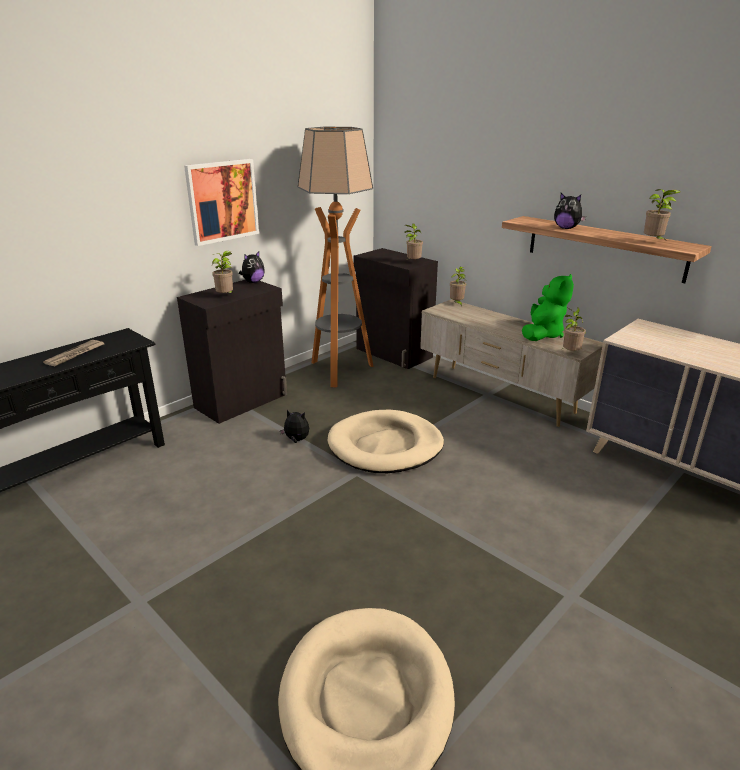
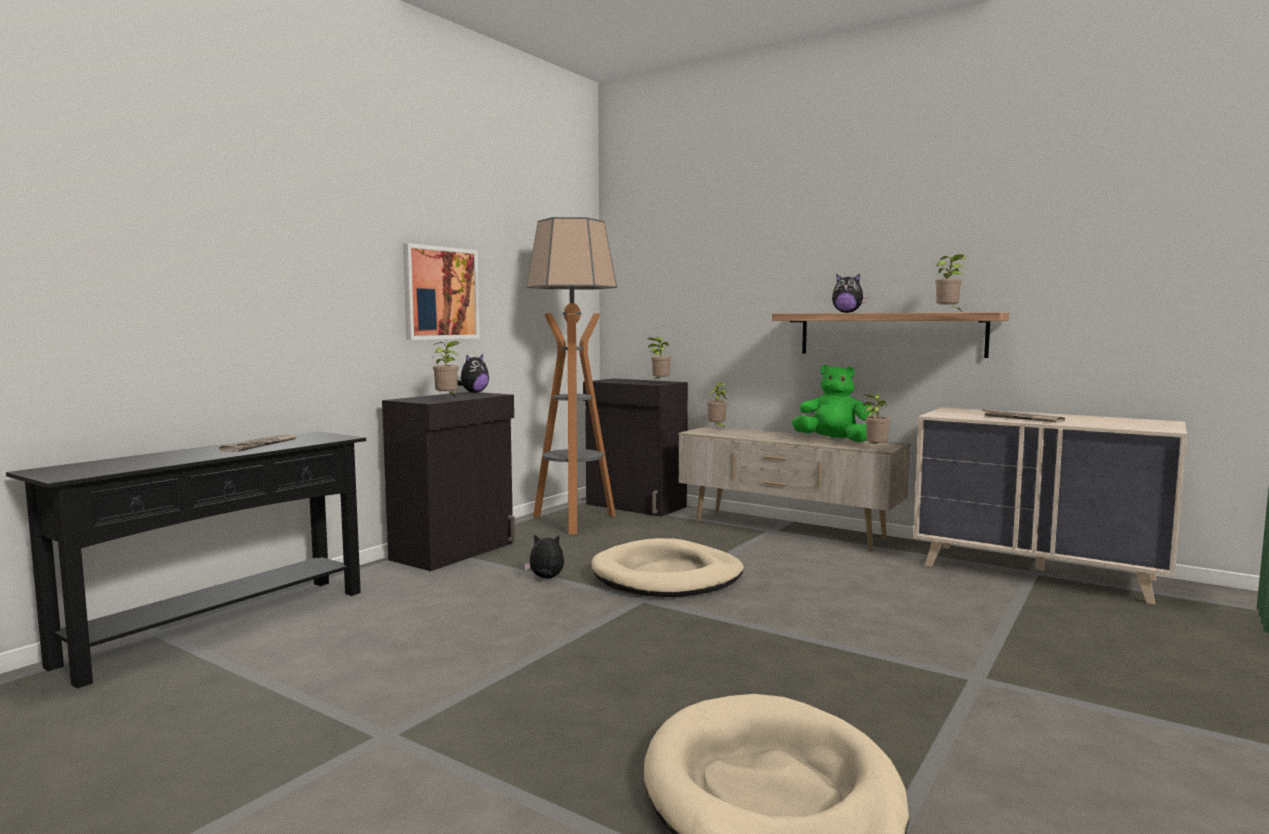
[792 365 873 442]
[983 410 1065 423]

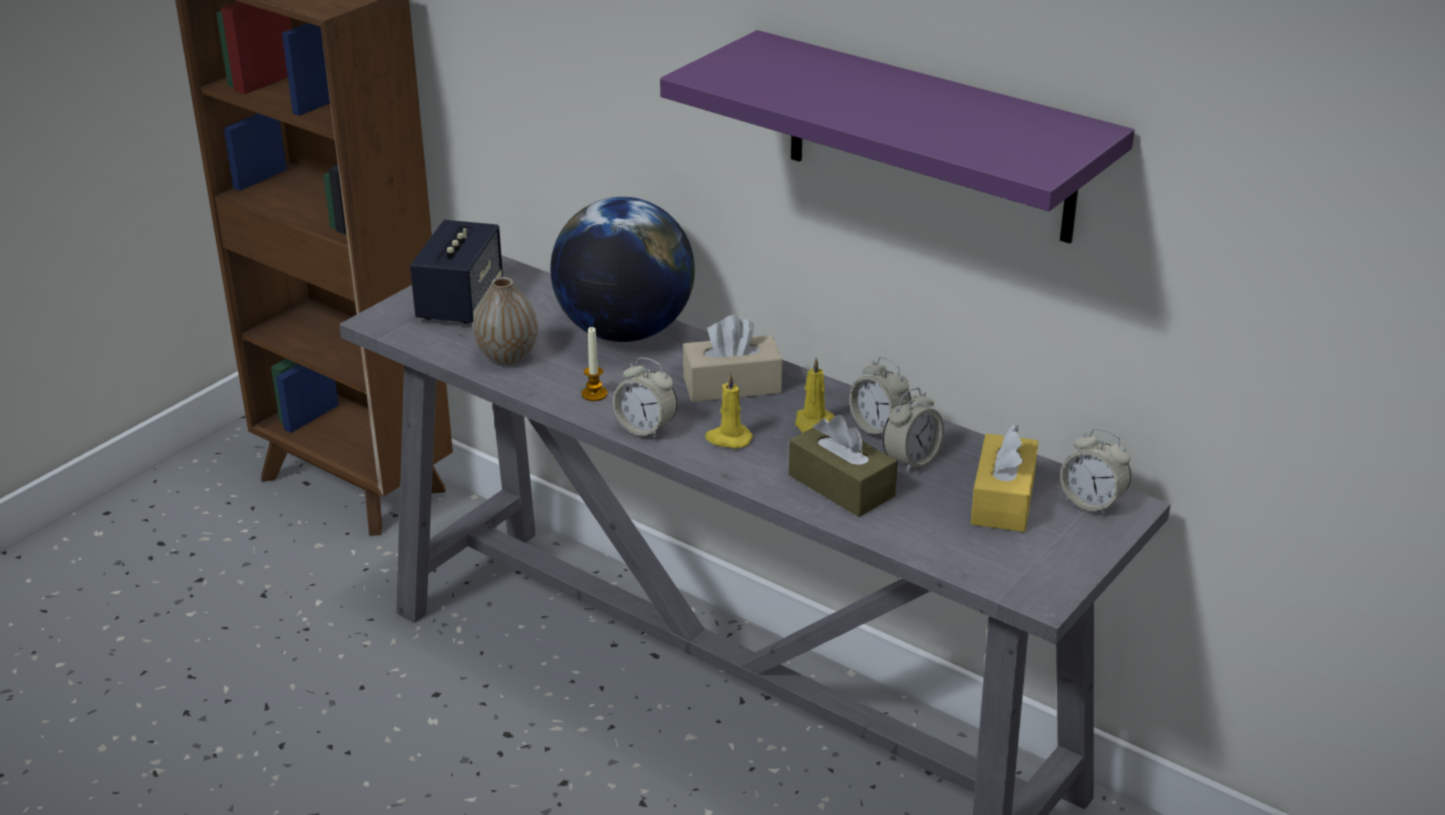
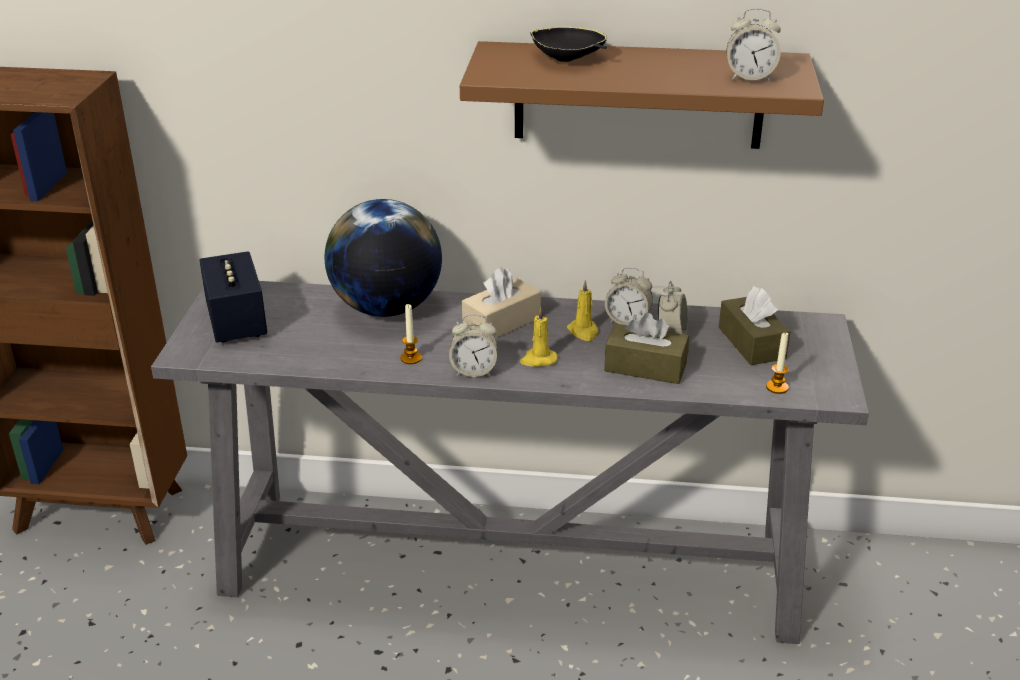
[460 41 824 149]
[530 27 607 62]
[719 286 790 365]
[727 8 781 81]
[766 332 789 394]
[473 277 538 365] (first image)

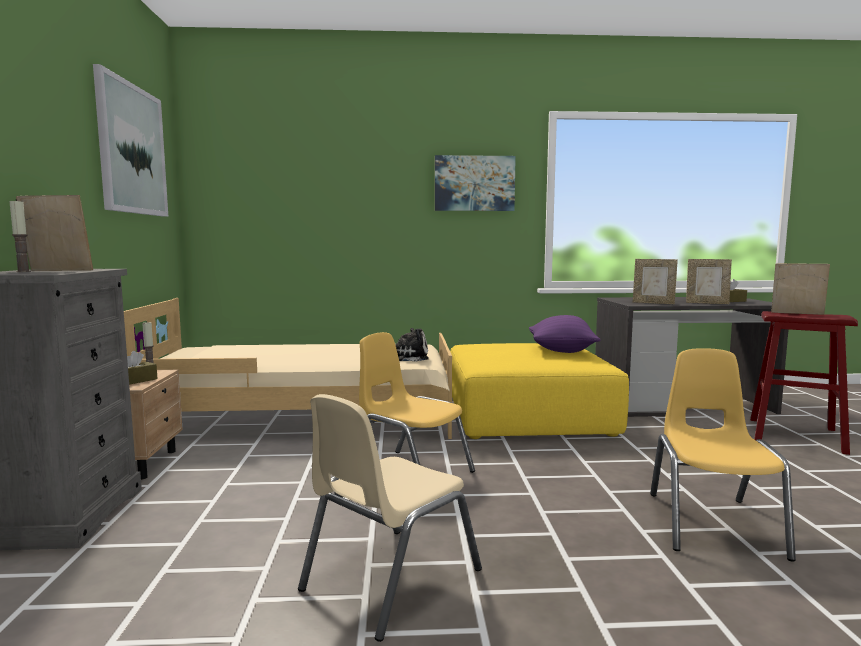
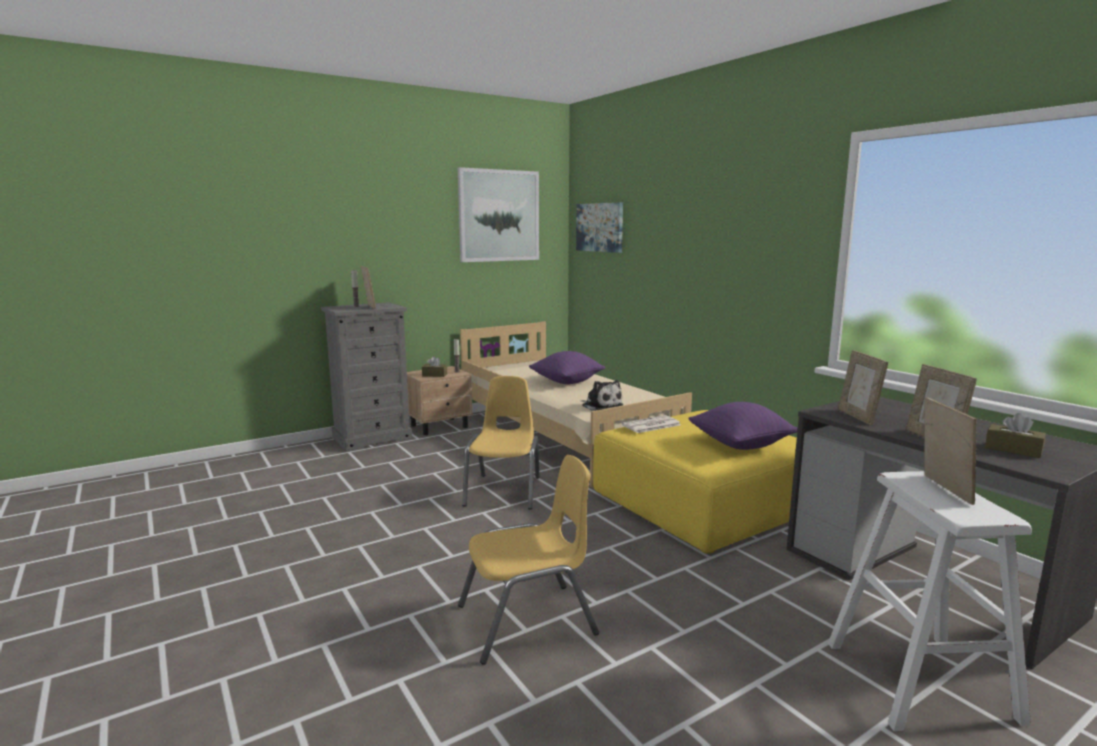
[529 351 605 384]
[576 202 623 253]
[621 415 680 433]
[828 471 1032 731]
[298 394 482 642] (first image)

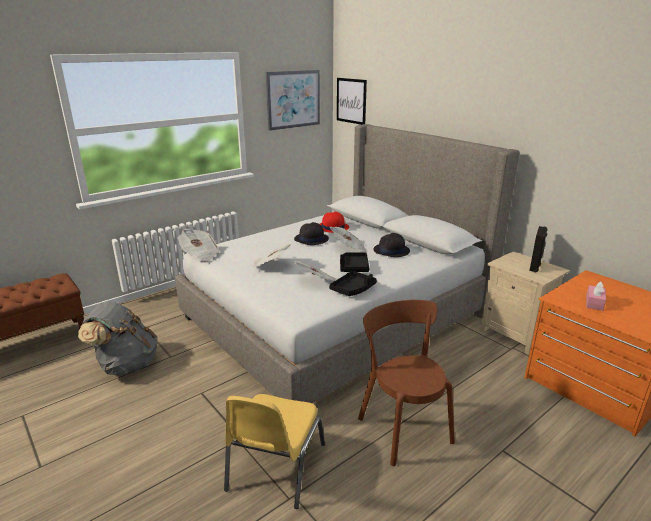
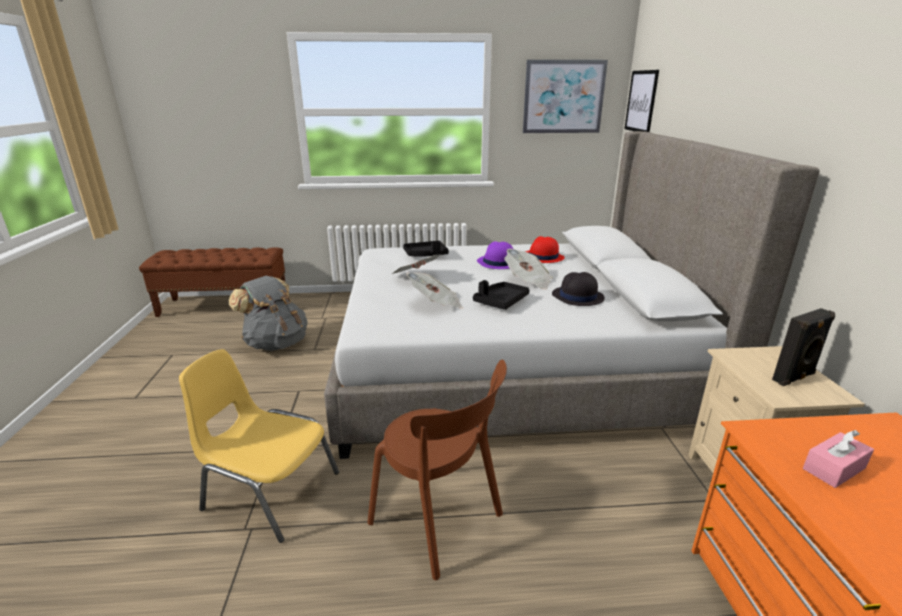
[179 349 339 543]
[367 359 507 580]
[403 241 449 257]
[477 241 513 269]
[177 229 220 261] (first image)

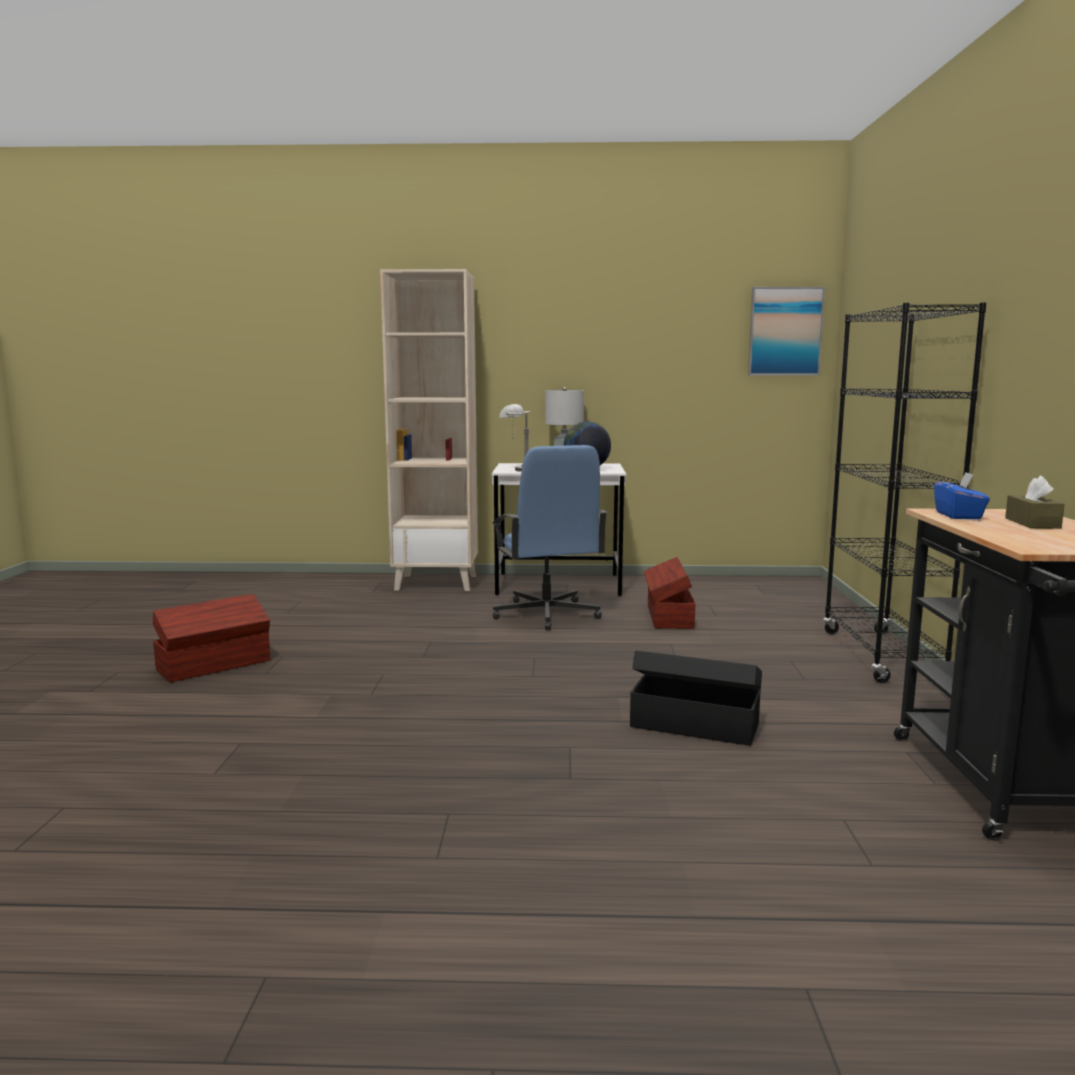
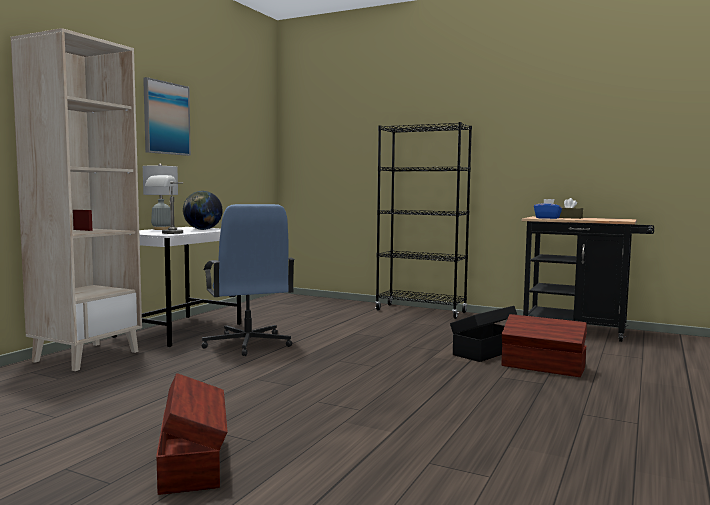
[143 77 191 156]
[202 204 295 356]
[502 314 587 377]

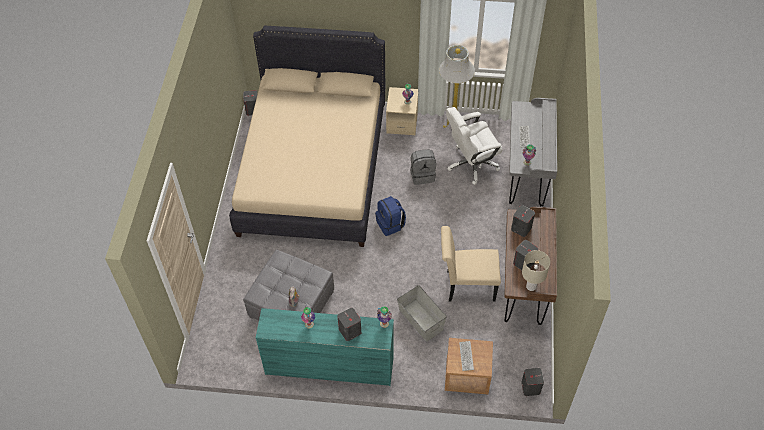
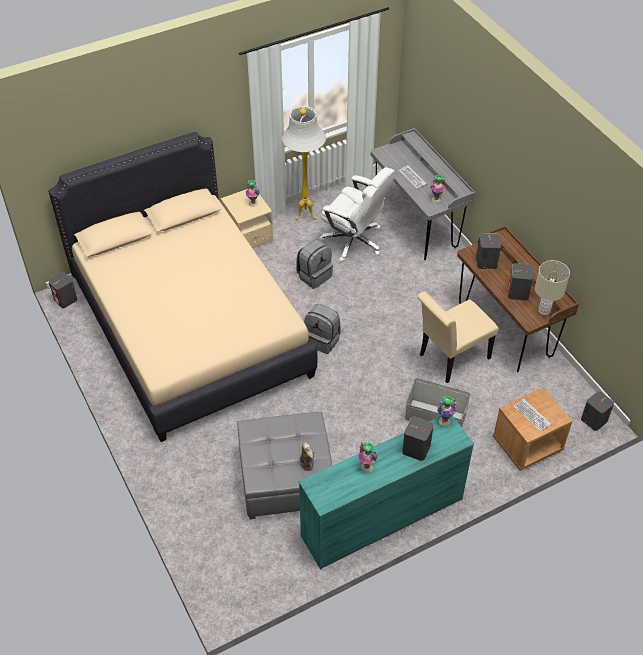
[304 304 341 354]
[320 167 395 262]

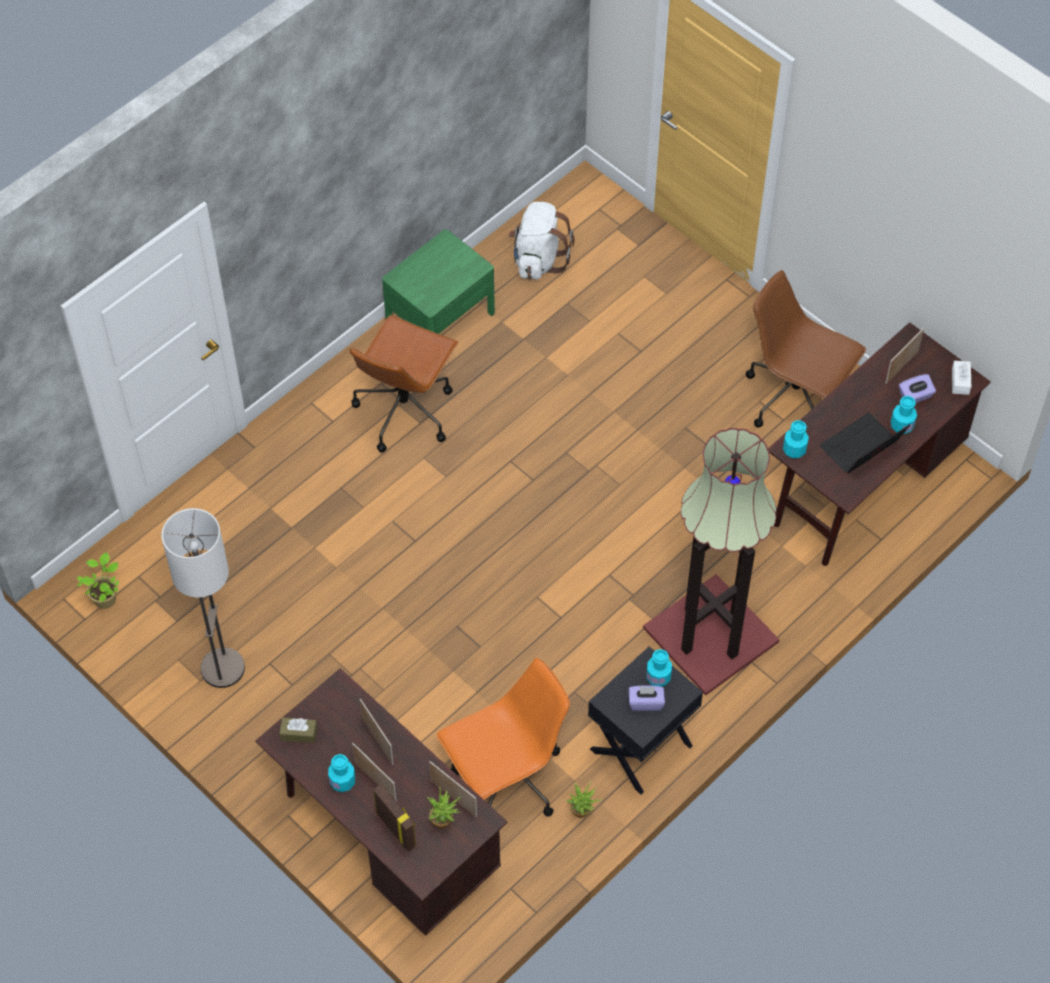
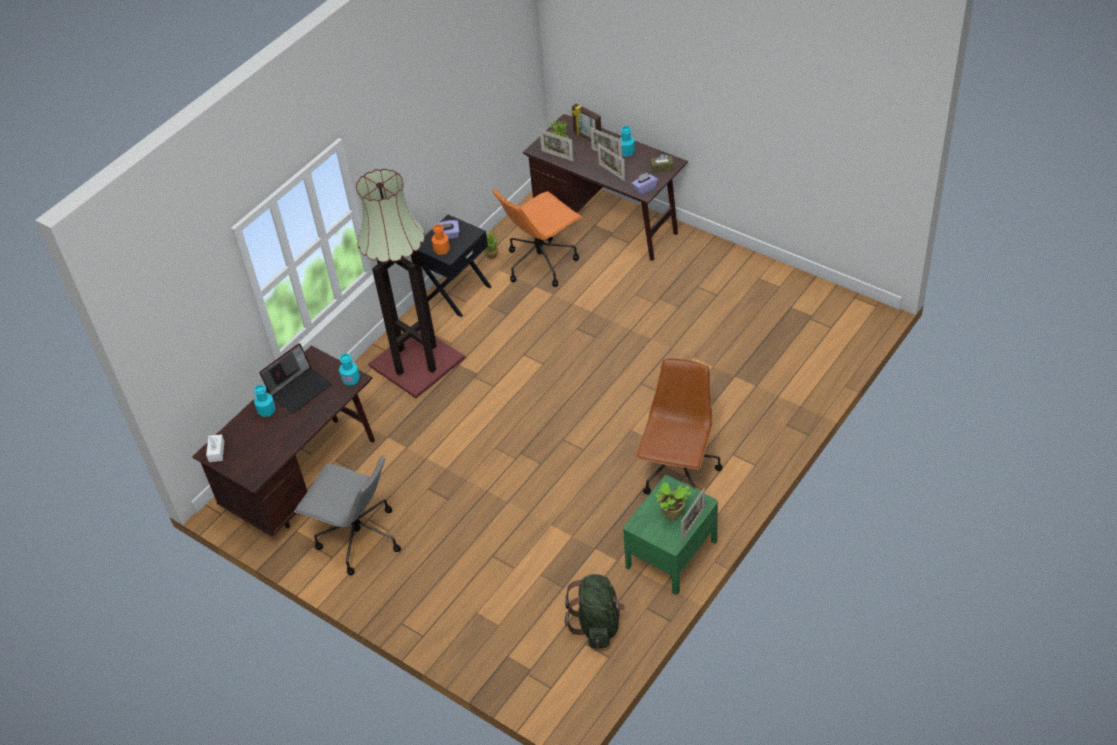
[294 455 401 575]
[432 224 450 255]
[565 574 625 649]
[632 173 658 195]
[655 482 692 520]
[681 488 705 541]
[161 508 245 688] (first image)

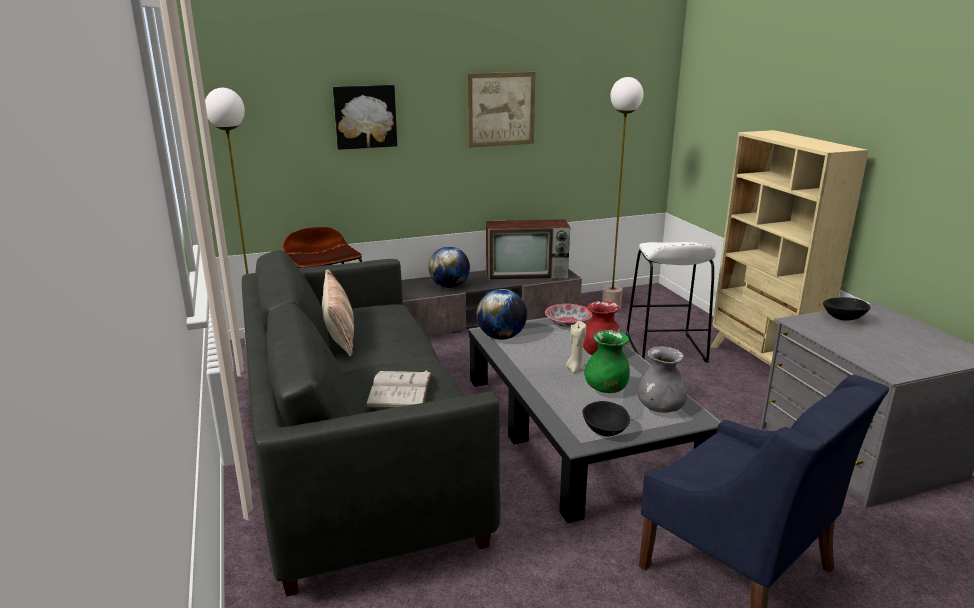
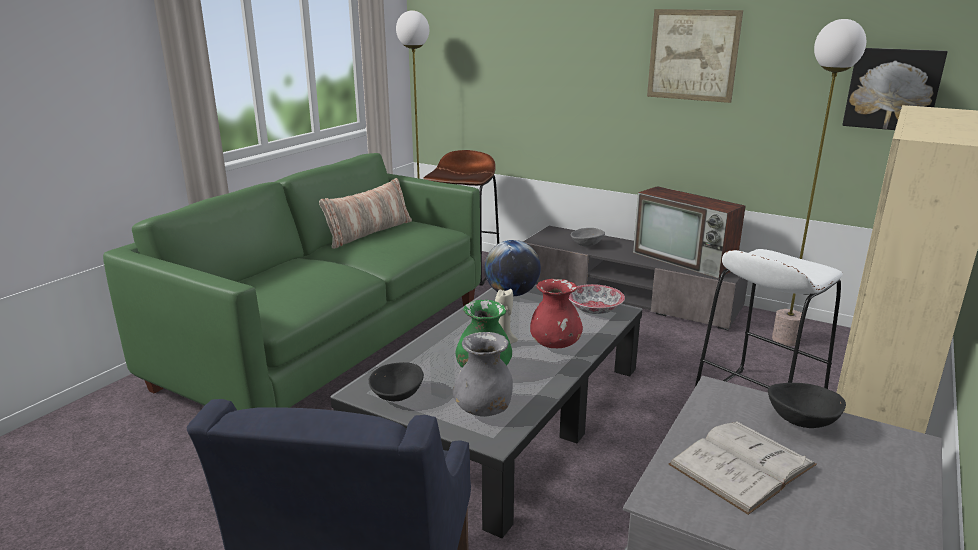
[103 153 481 410]
[571 228 605 247]
[668 422 817 515]
[842 48 947 130]

